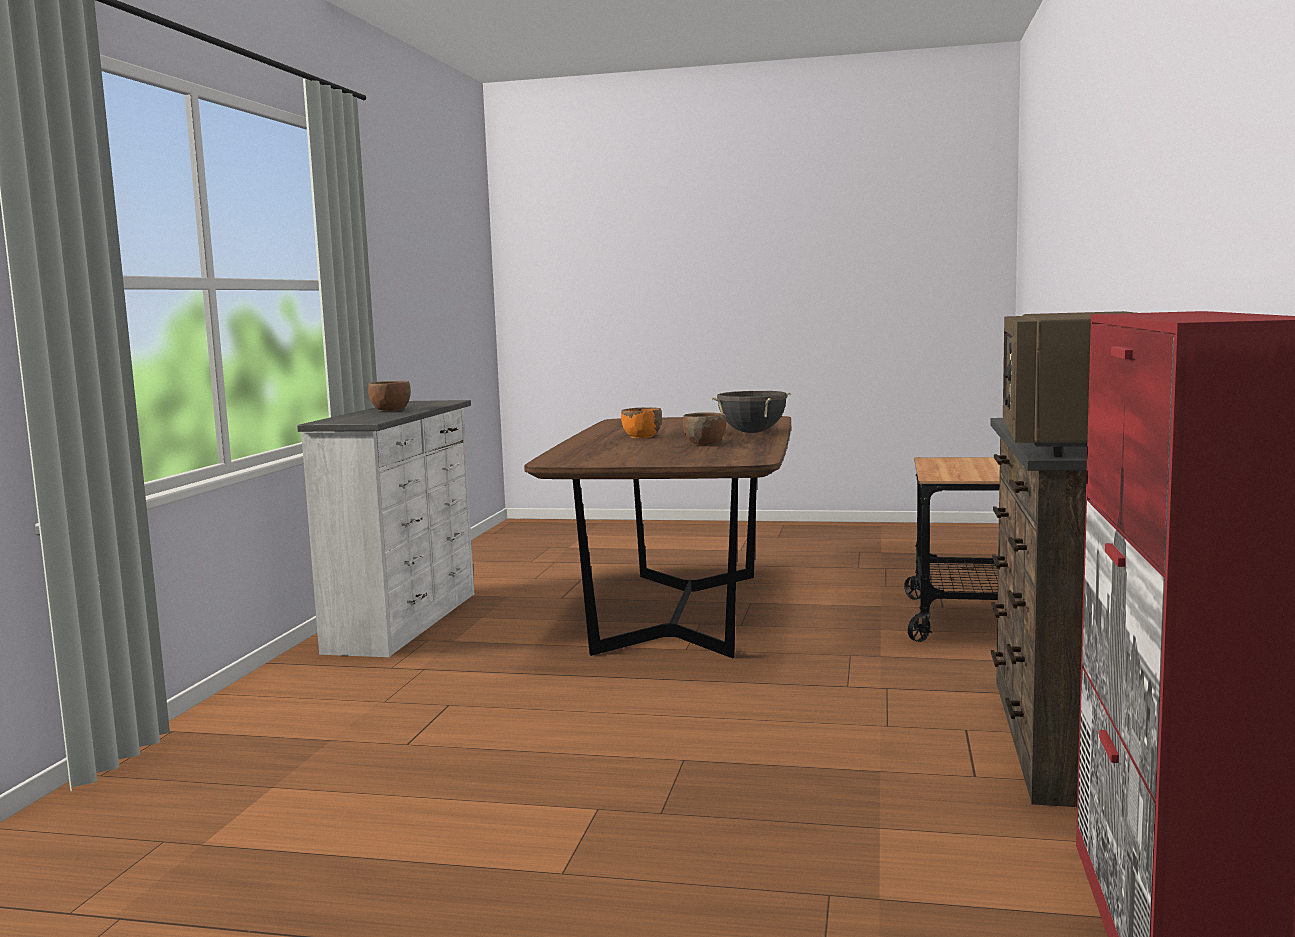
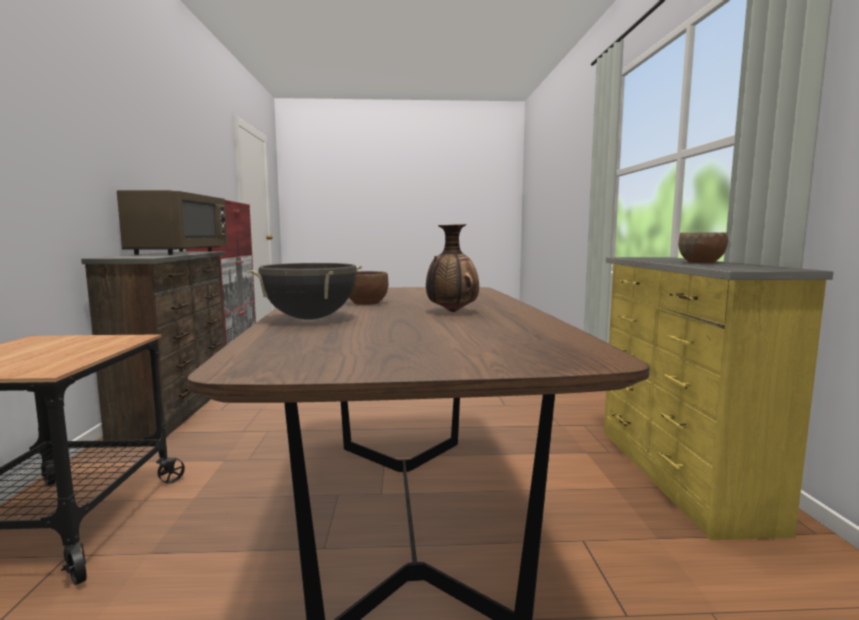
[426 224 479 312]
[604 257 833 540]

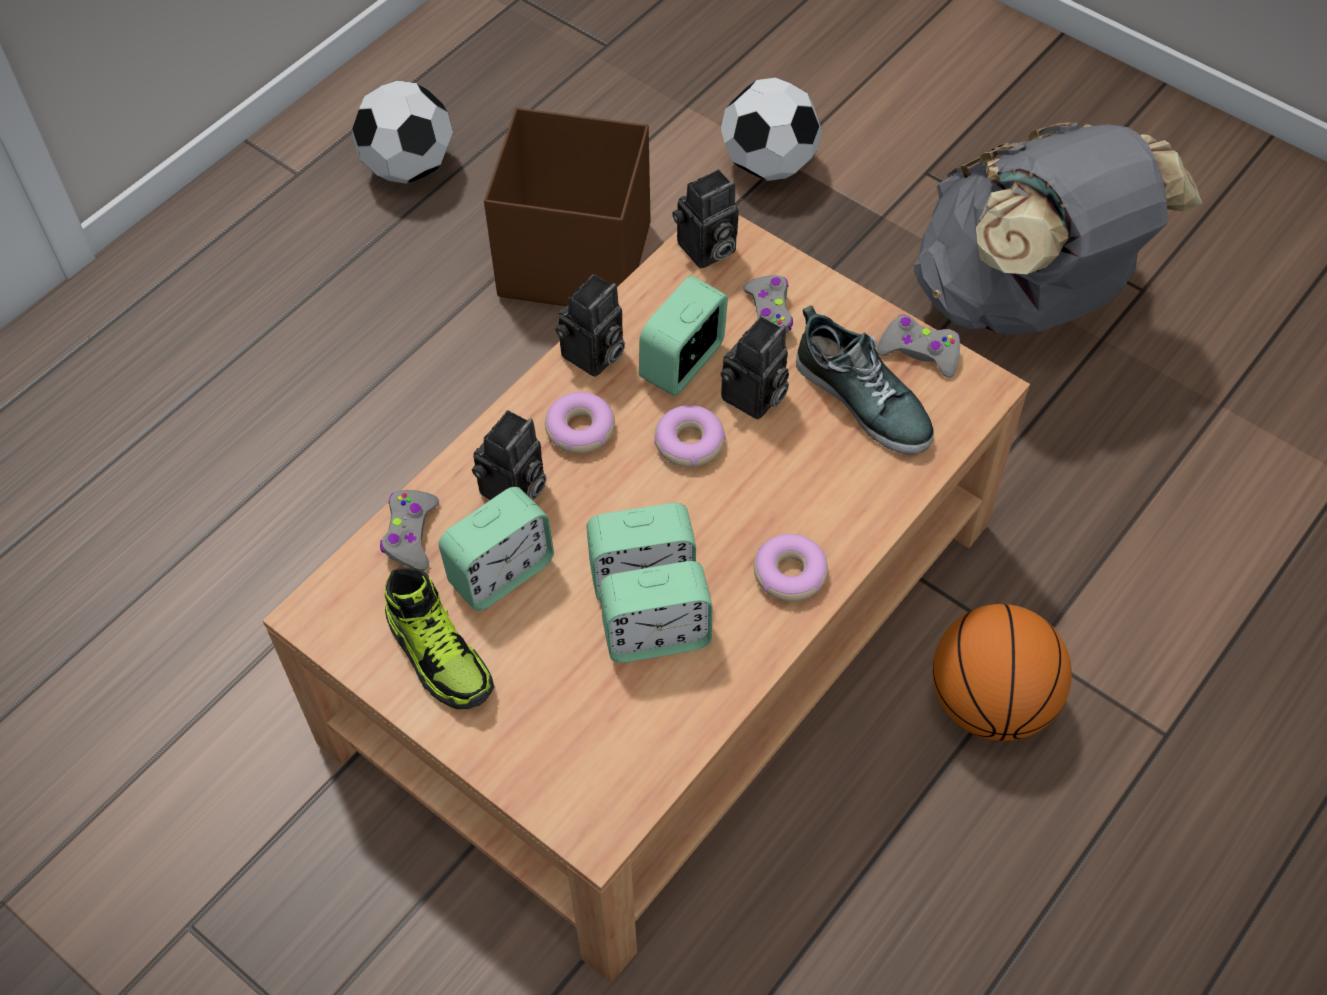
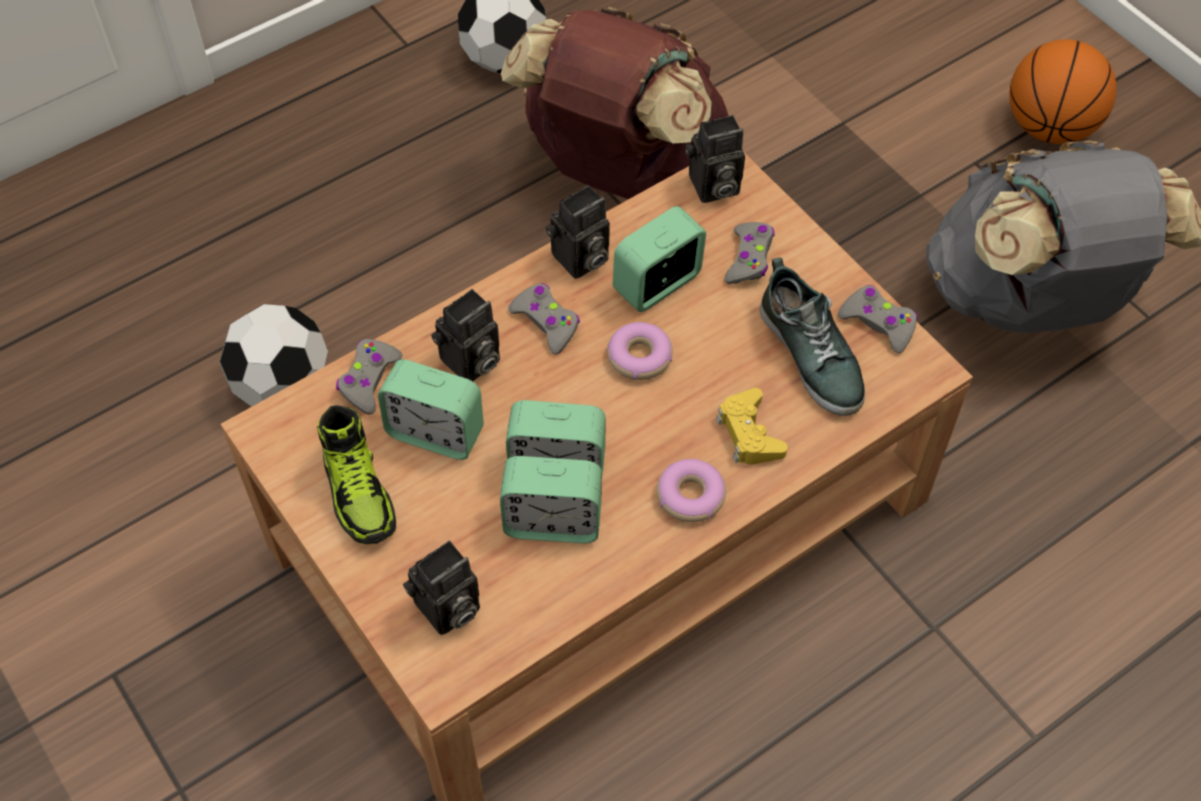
[219 304 328 406]
[378 359 484 460]
[403 541 480 635]
[501 7 729 199]
[508 283 580 354]
[716 388 788 464]
[1009 39 1117 144]

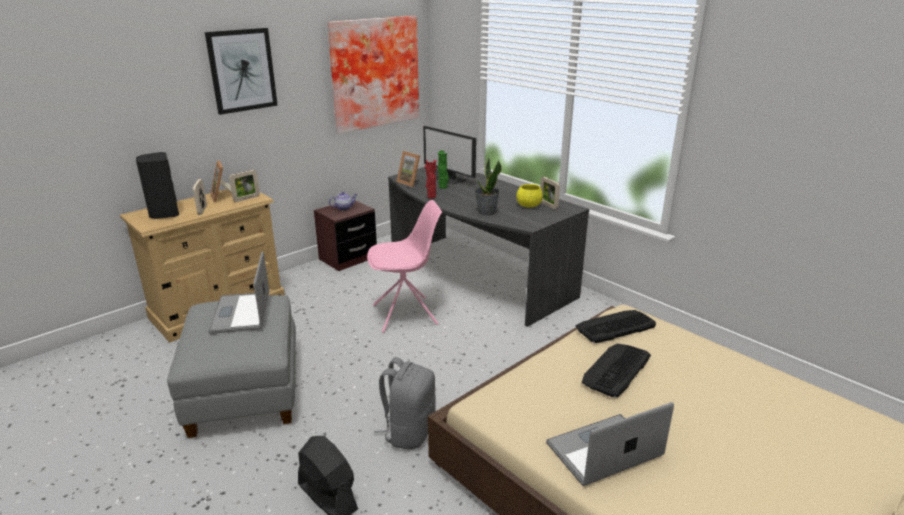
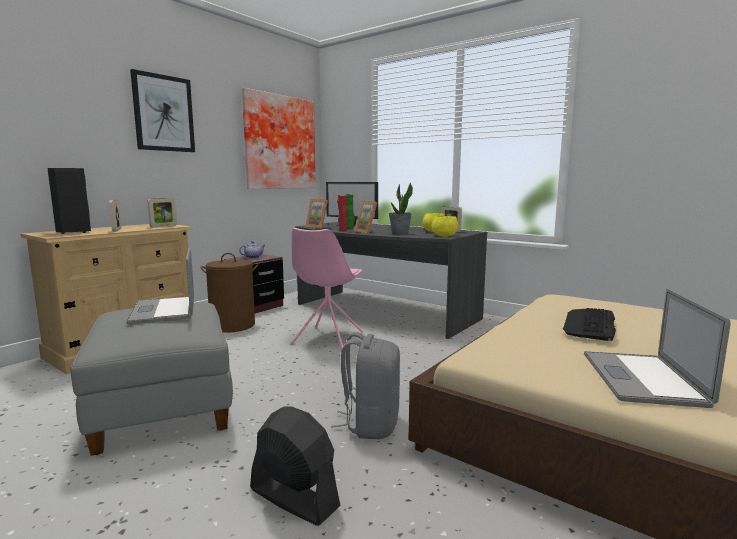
[200 253 258 332]
[291 228 364 349]
[354 201 377 234]
[432 216 458 236]
[584 289 731 408]
[576 310 656 343] (first image)

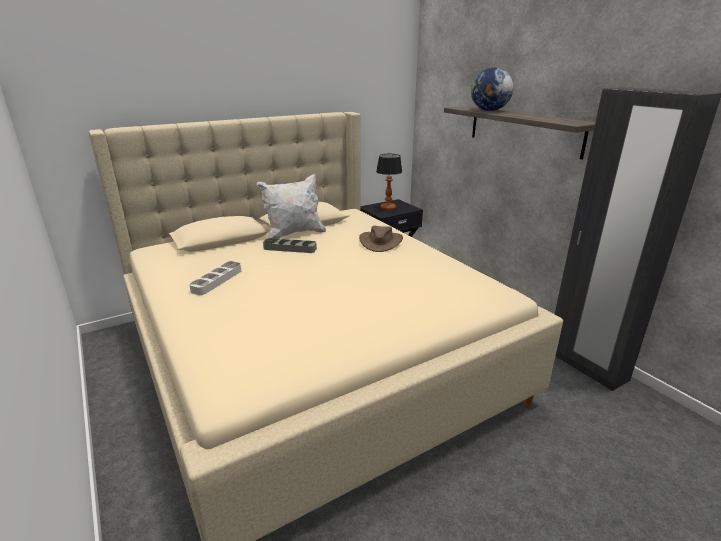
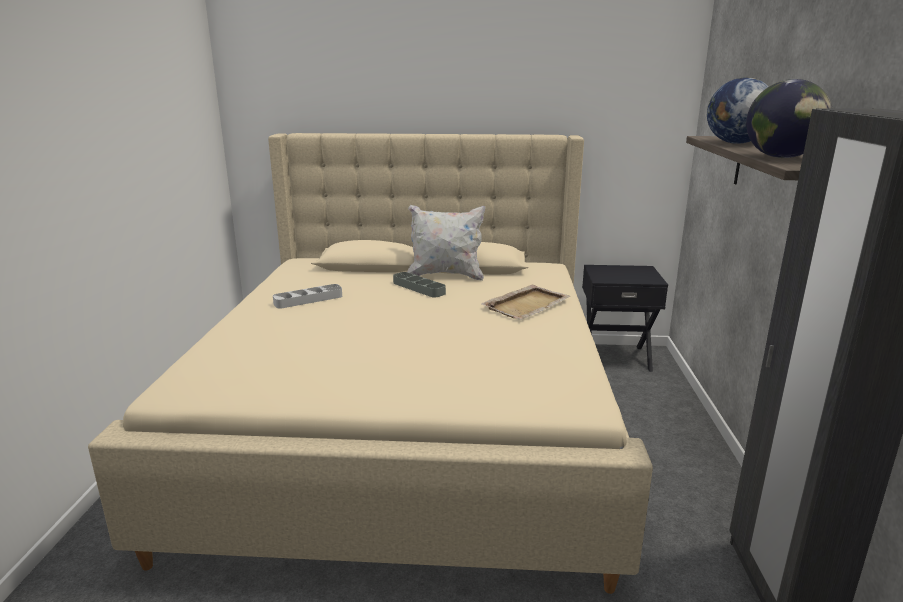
[481 284 571 320]
[746 79 832 158]
[376 154 402 210] (first image)

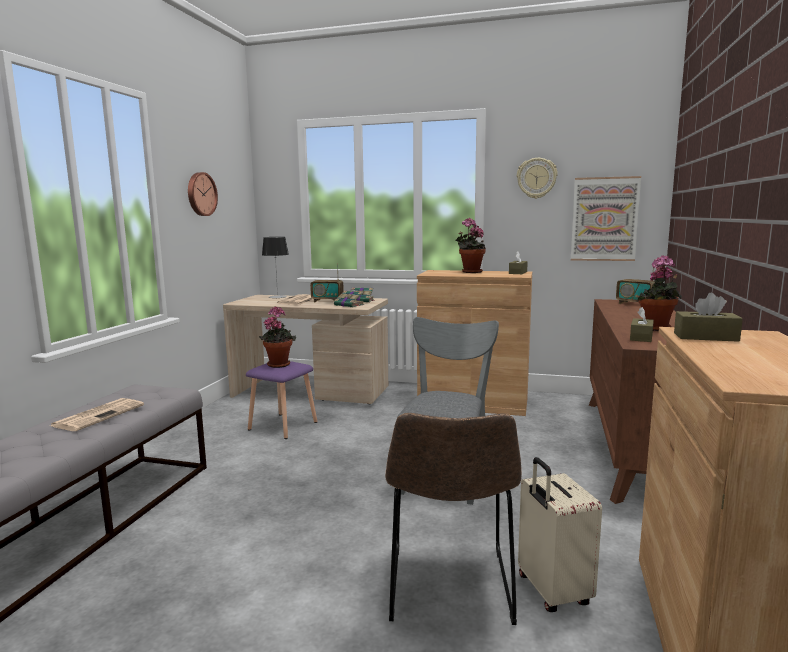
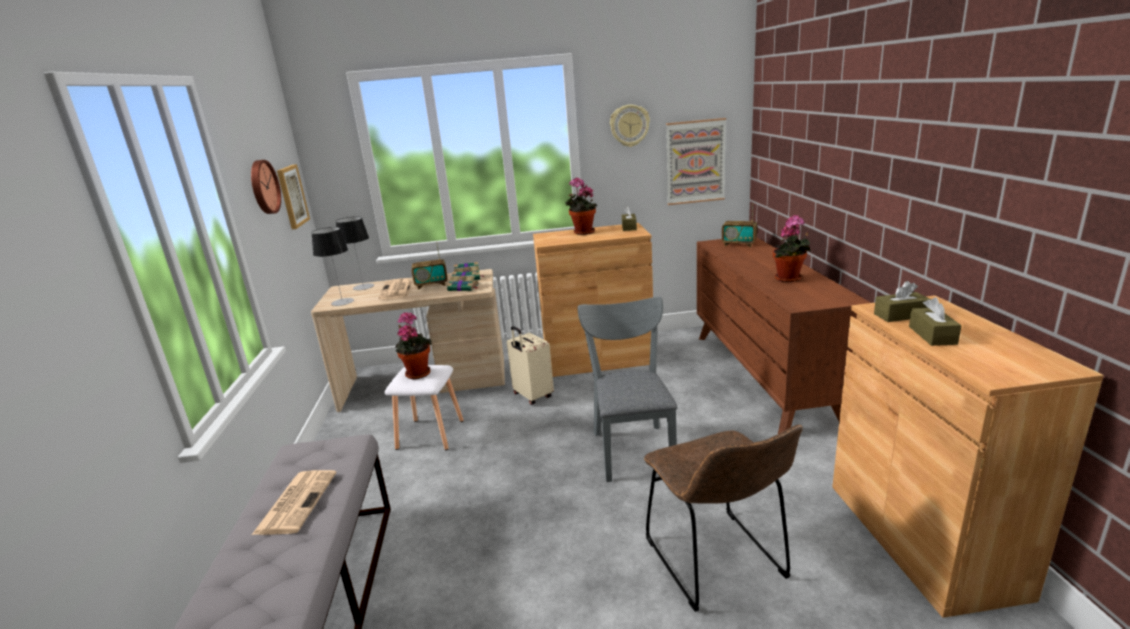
[277 164 310 229]
[311 227 354 306]
[385 365 464 450]
[507 326 554 405]
[909 297 962 346]

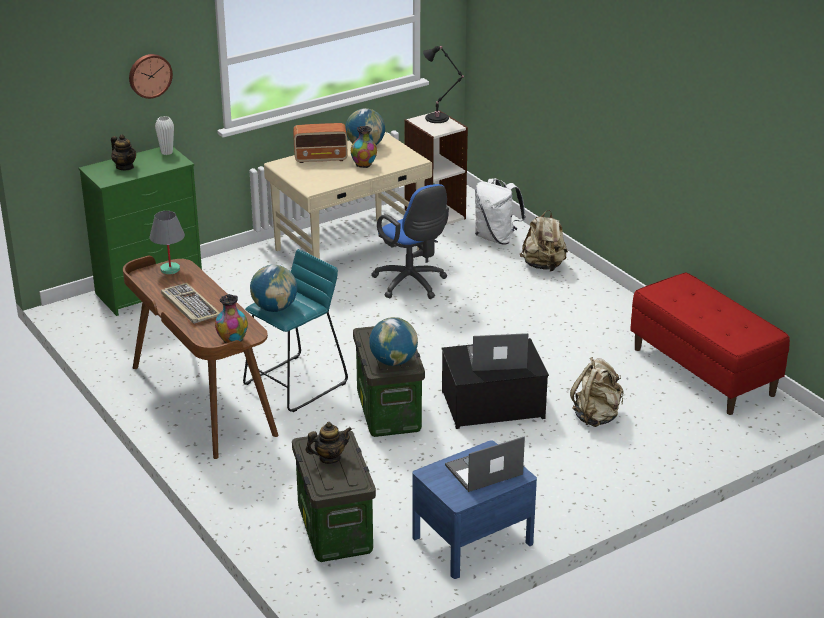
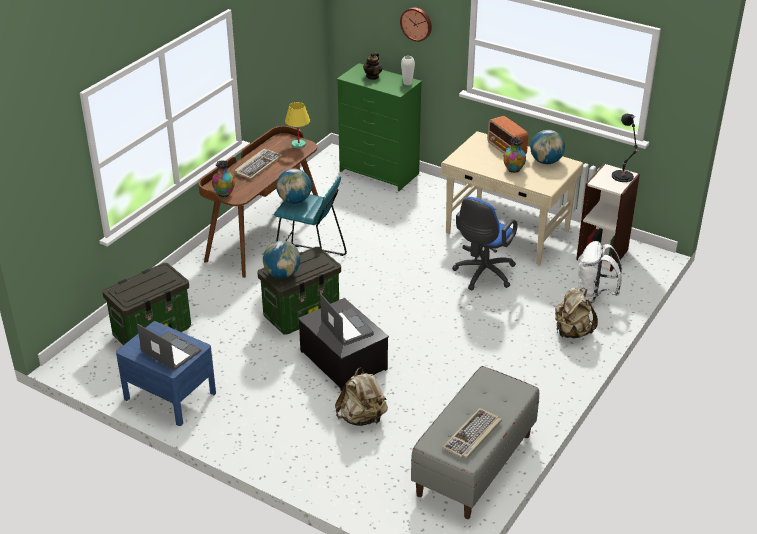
[285 102 310 149]
[411 366 539 519]
[442 408 502 459]
[306 422 352 464] (first image)

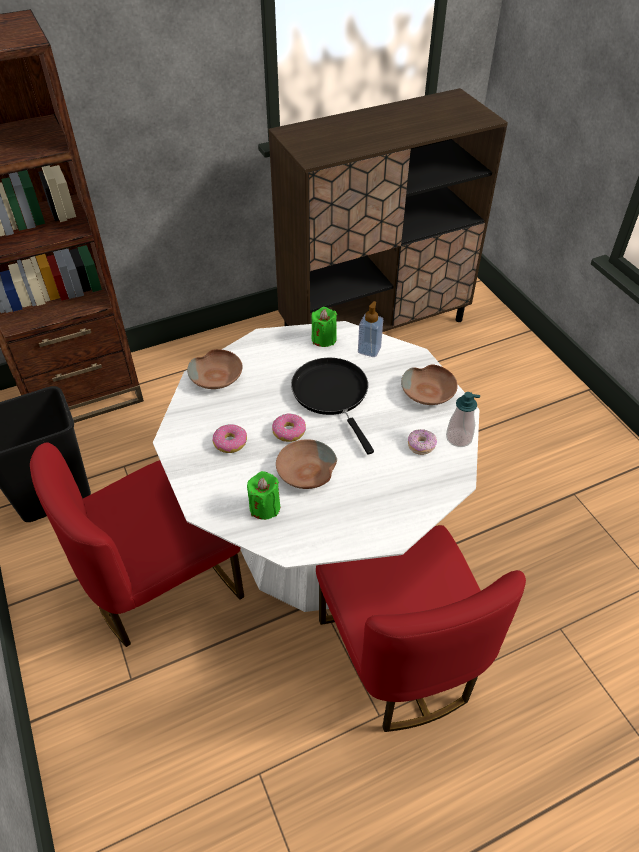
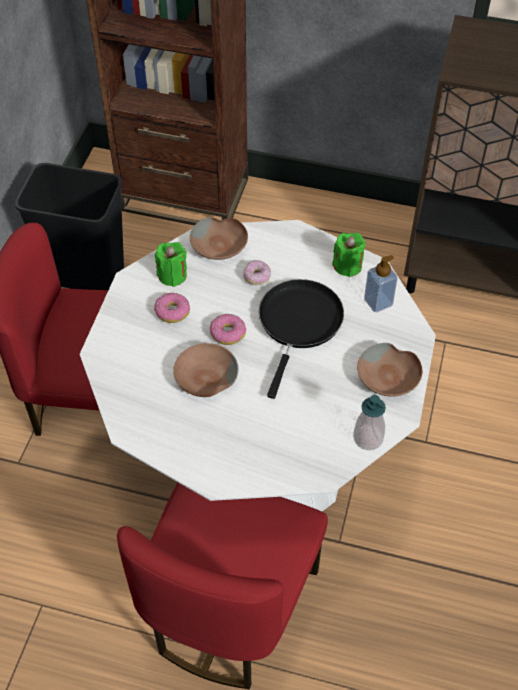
[155 242 187 287]
[243 260 271 285]

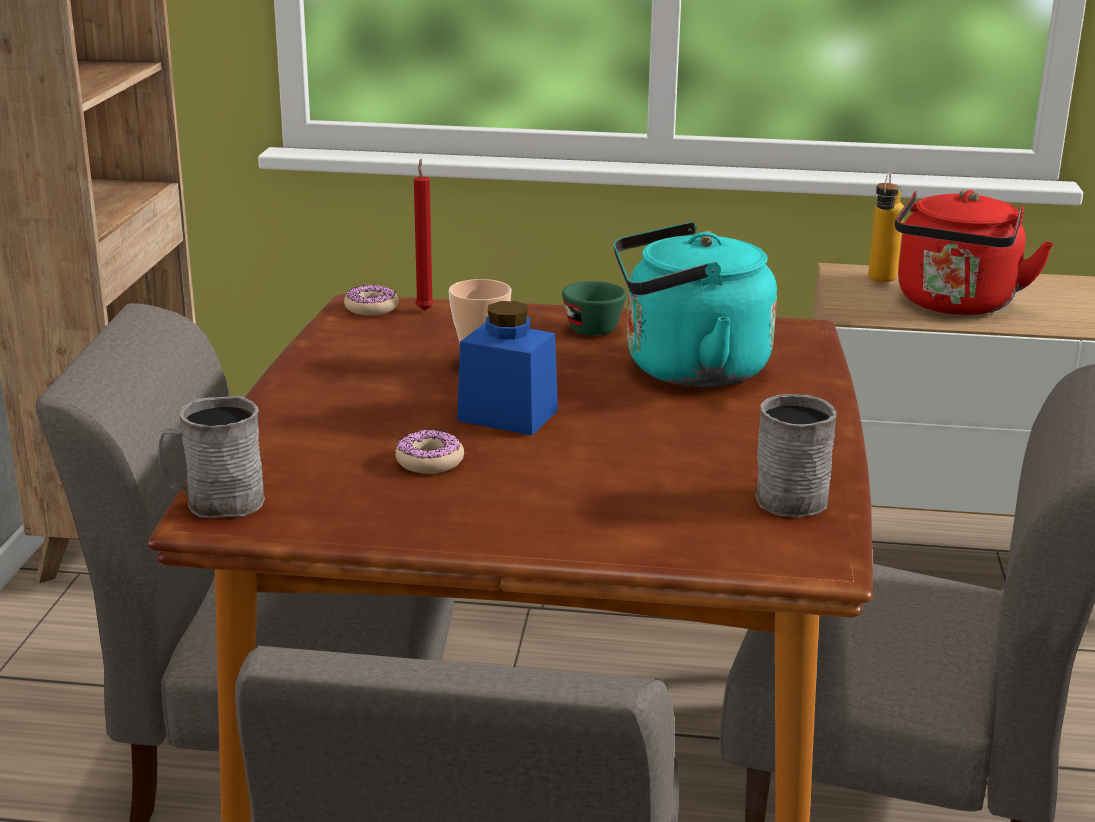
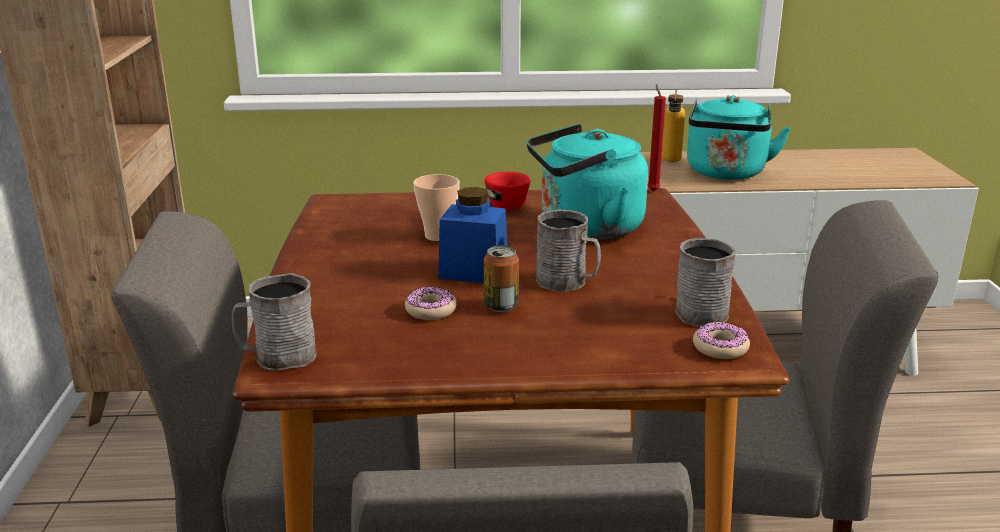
[484 246 519 312]
[485 172 531 210]
[536 209 601 292]
[647 84 666 192]
[687 95 791 180]
[693 322 750 359]

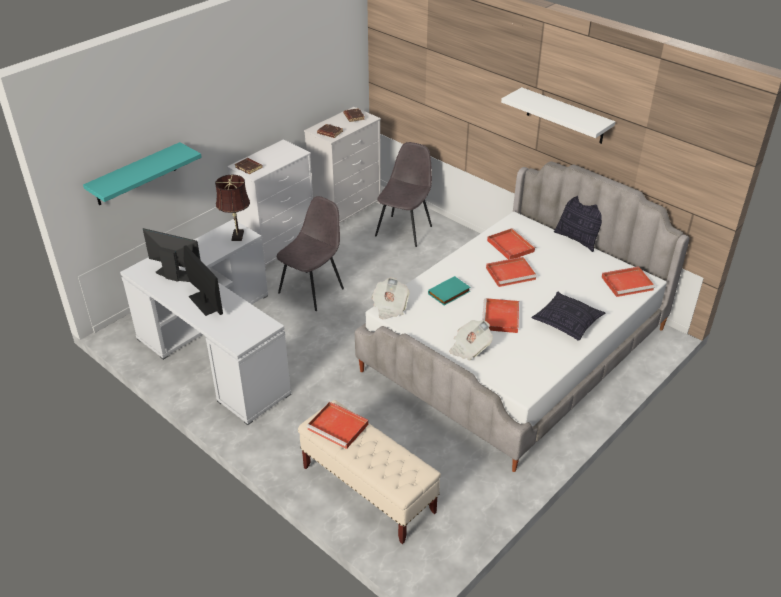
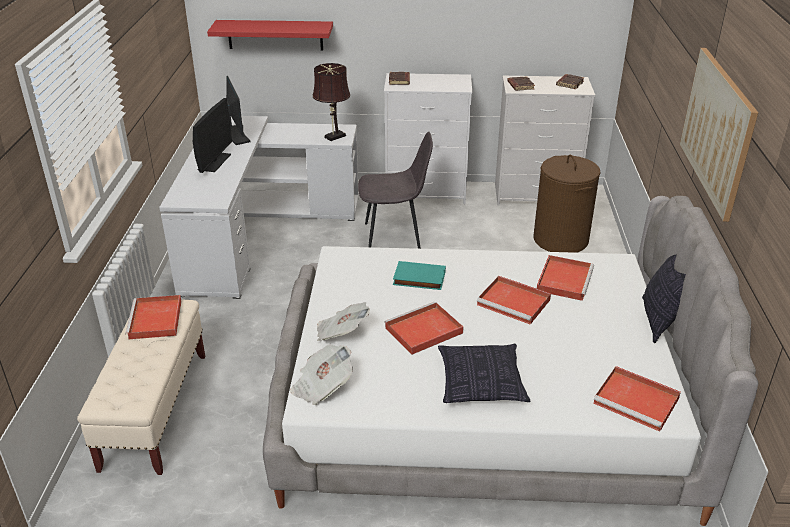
[207 20 333 50]
[290 344 353 405]
[534 155 601 253]
[680 48 758 222]

